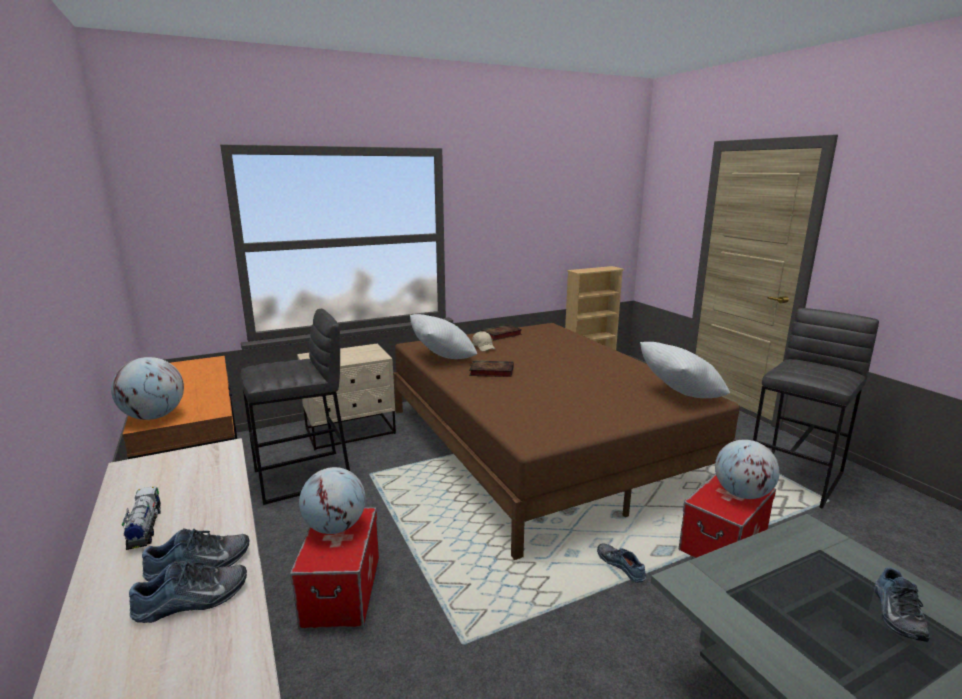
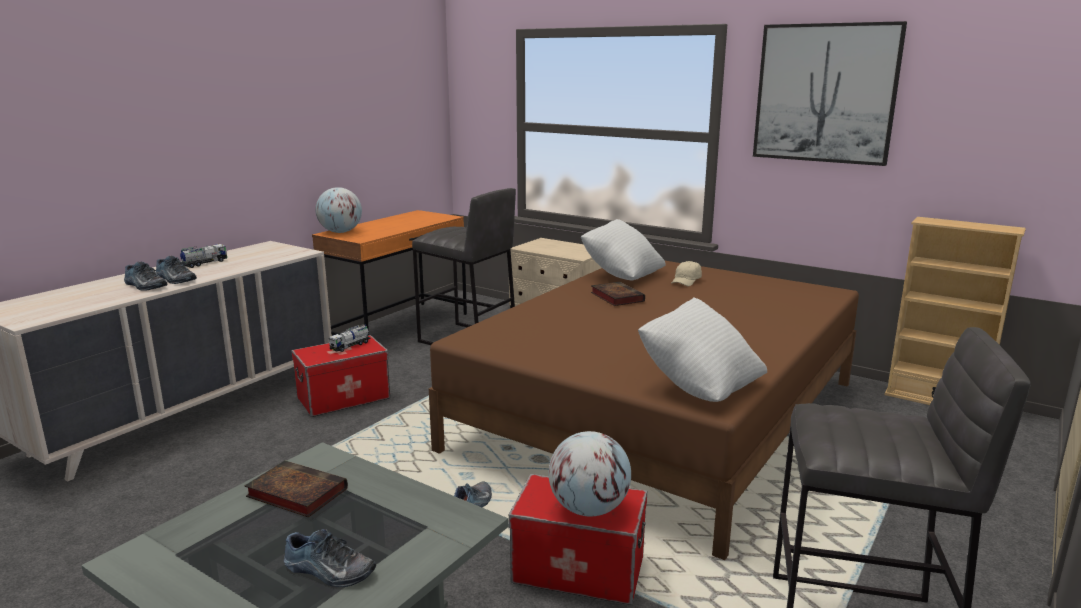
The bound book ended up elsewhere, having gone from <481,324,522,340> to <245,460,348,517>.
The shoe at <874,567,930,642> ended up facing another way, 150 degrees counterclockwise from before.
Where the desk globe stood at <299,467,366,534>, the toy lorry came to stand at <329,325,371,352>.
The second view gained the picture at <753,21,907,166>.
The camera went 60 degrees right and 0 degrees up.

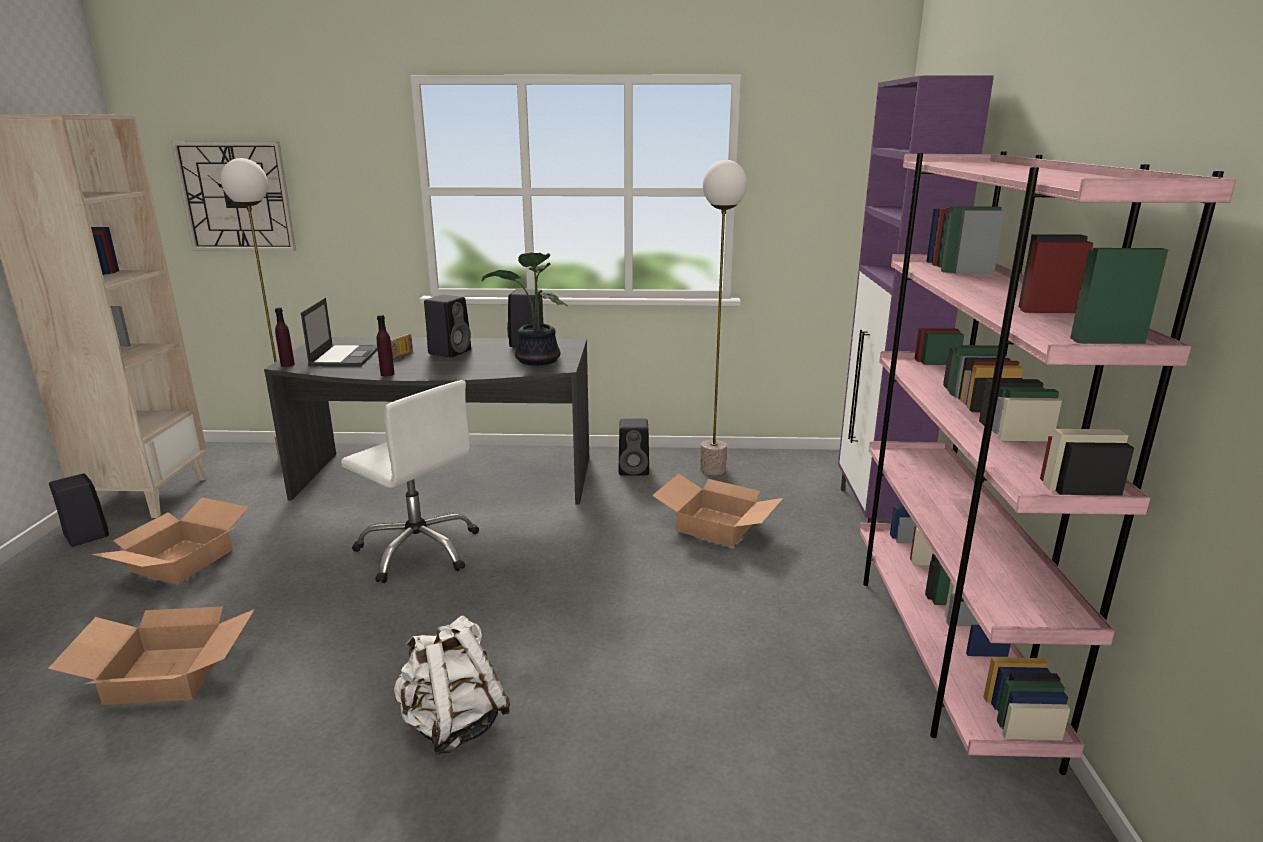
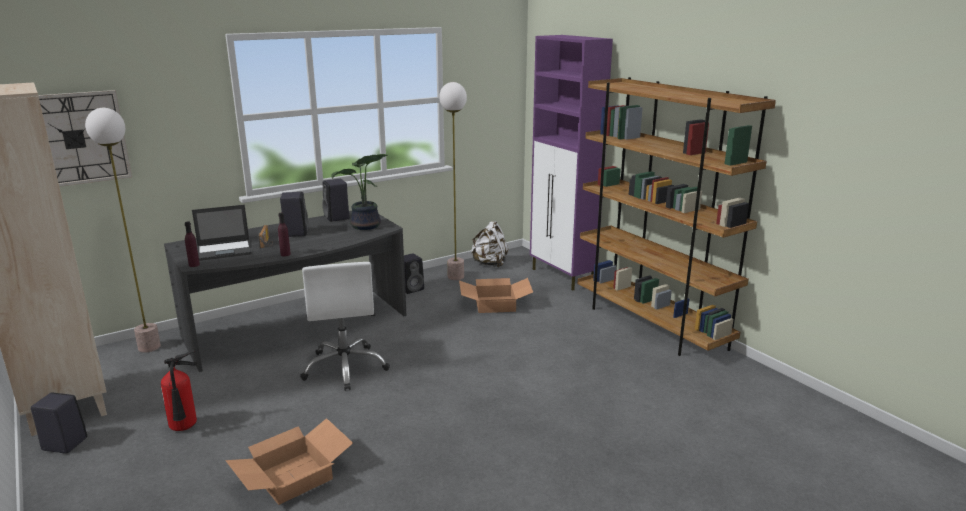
Where the cardboard box stood at <91,498,248,584>, the fire extinguisher came to stand at <161,350,197,431>.
The notebook computer at <301,298,378,366> ended up facing another way, 105 degrees clockwise from before.
The white desk chair at <341,380,479,583> ended up facing another way, 75 degrees clockwise from before.
The white rucksack ended up elsewhere, having gone from <394,616,510,755> to <471,221,508,267>.
What was the pink-coloured bookcase at <859,151,1236,775> turned into the brown-coloured bookcase at <578,77,776,356>.
The camera went 35 degrees left and 0 degrees up.

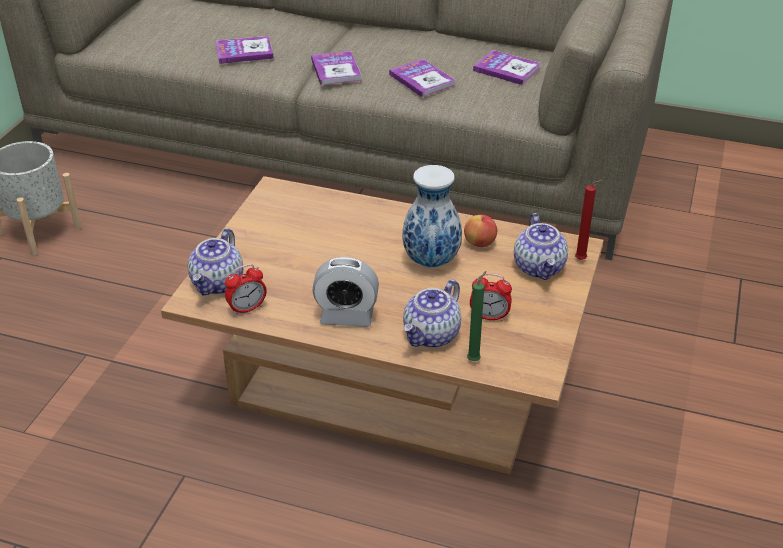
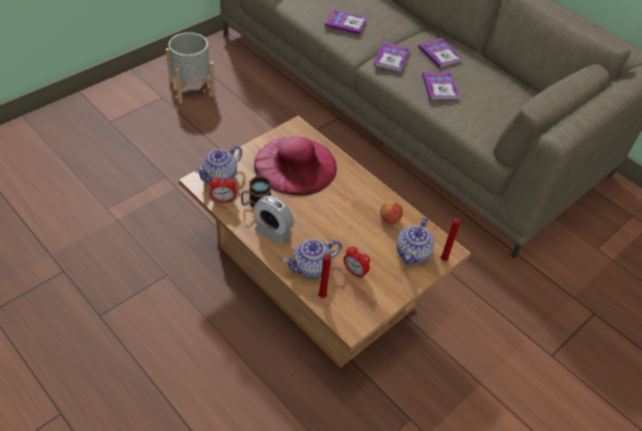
The second view gained the tea mug at <241,176,271,207>.
The second view gained the pink-coloured hat at <254,136,337,196>.
What was the greenish wax light at <467,271,487,361> turned into the reddish wax light at <318,250,336,298>.
The bound book ended up elsewhere, having gone from <473,50,541,85> to <418,38,463,69>.
The second view lost the decorative vase at <402,165,462,268>.
The camera went 25 degrees right and 10 degrees up.

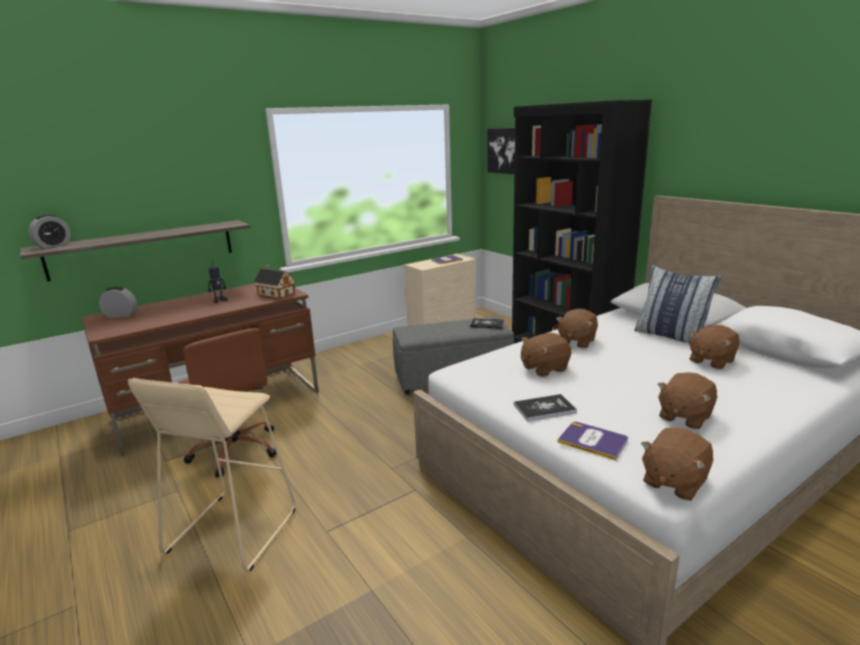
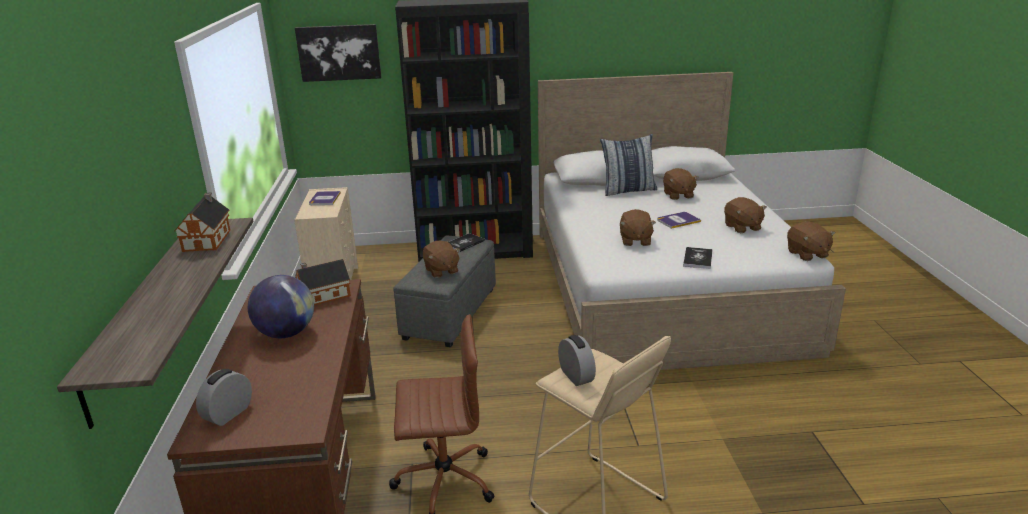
The second view gained the miniature house at <174,192,230,252>.
Where the toy robot stood at <208,261,228,303>, the desk globe came to stand at <248,275,314,338>.
The brown-coloured soft toy ended up elsewhere, having gone from <556,309,598,348> to <423,241,460,278>.
The alarm clock ended up elsewhere, having gone from <28,214,71,248> to <558,335,596,386>.
The bound book ended up elsewhere, having gone from <557,422,628,460> to <657,212,701,229>.
The camera went 60 degrees left and 5 degrees up.

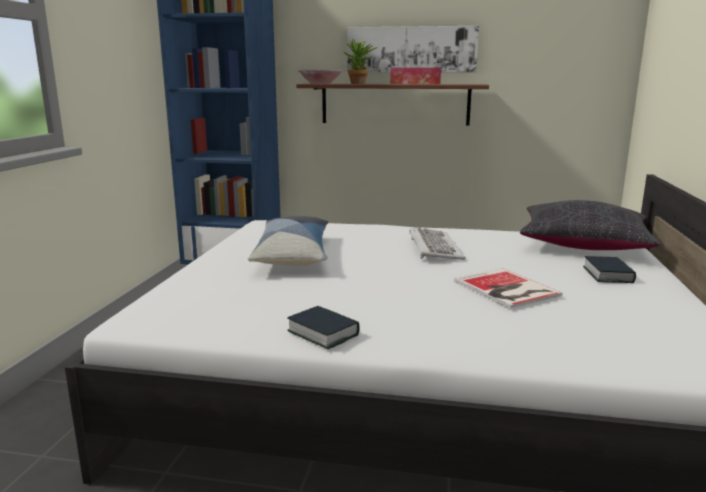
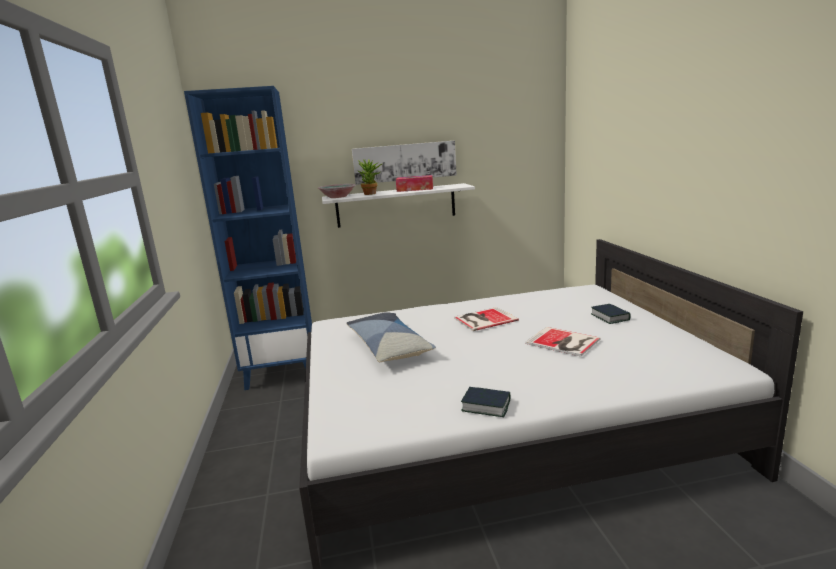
What was the brown-coloured wall shelf at <296,84,489,126> turned into the white wall shelf at <322,183,475,228>.
Where the computer keyboard stood at <409,228,465,260>, the bound book came to stand at <454,307,519,331>.
The second view lost the blackish pillow at <520,200,661,250>.
The camera went 20 degrees left and 0 degrees up.

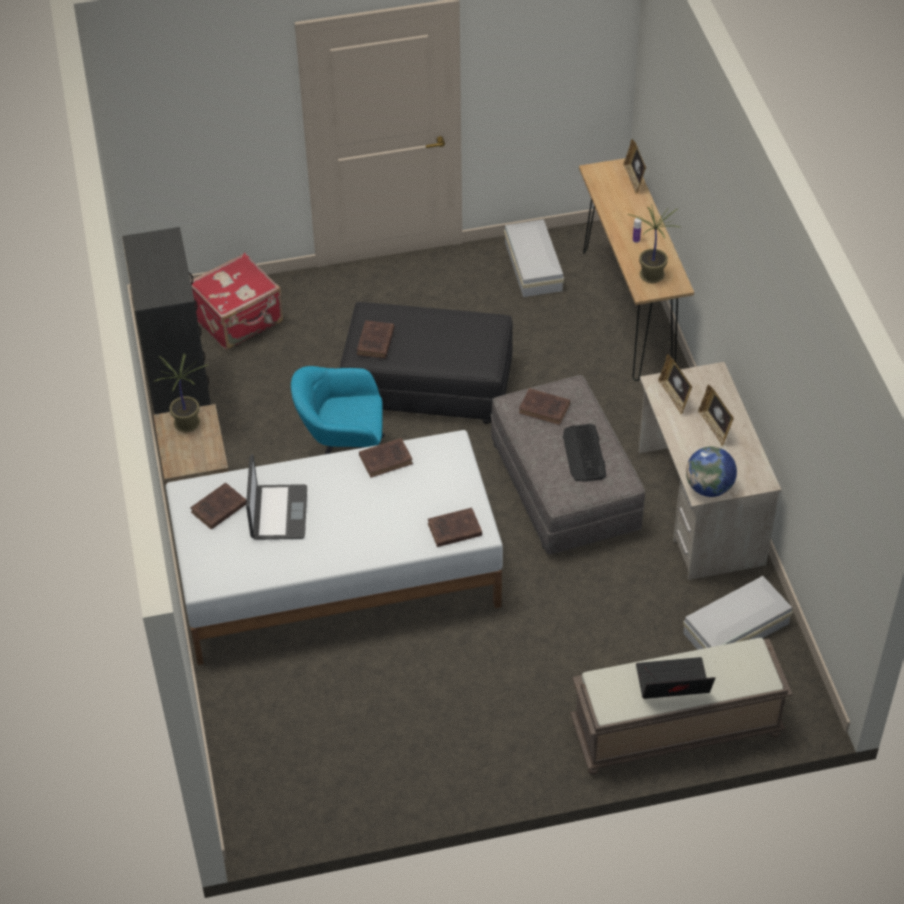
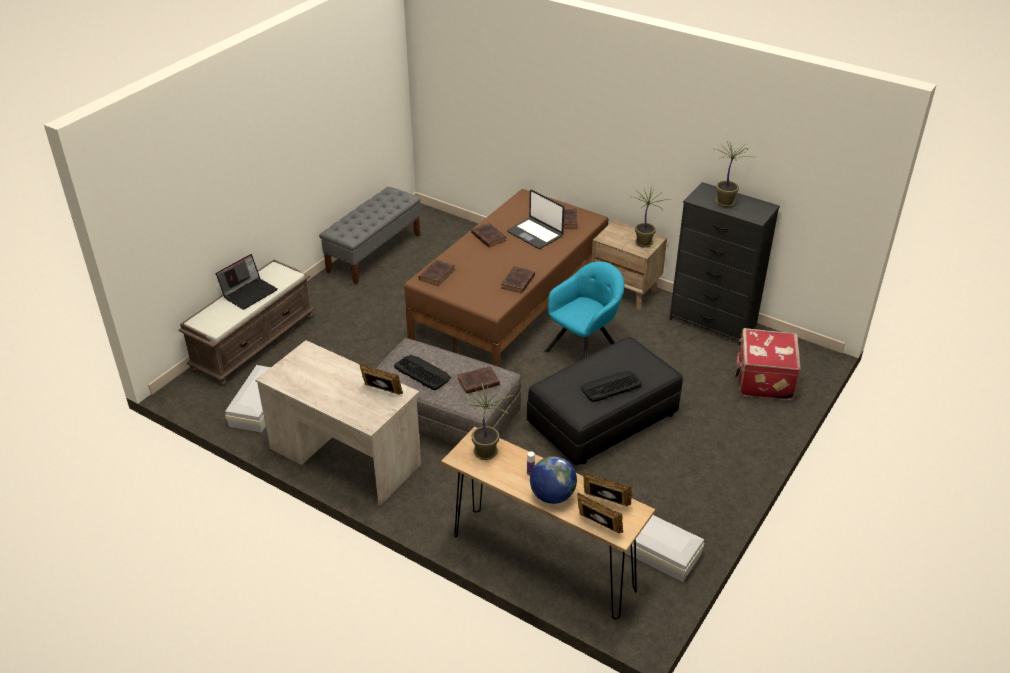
The second view gained the gray long seat at <319,187,420,285>.
What was the white bed at <166,430,503,665> turned into the brown-coloured bed at <404,189,608,367>.
The brown-coloured bound book ended up elsewhere, having gone from <357,321,395,358> to <471,223,507,247>.
The desk globe ended up elsewhere, having gone from <686,446,737,497> to <530,456,577,504>.
The second view gained the computer keyboard at <581,371,642,402>.
The photo frame ended up elsewhere, having gone from <698,384,734,446> to <584,472,632,506>.
The second view gained the plant in a pot at <715,141,757,207>.
The camera went 135 degrees right and 10 degrees down.

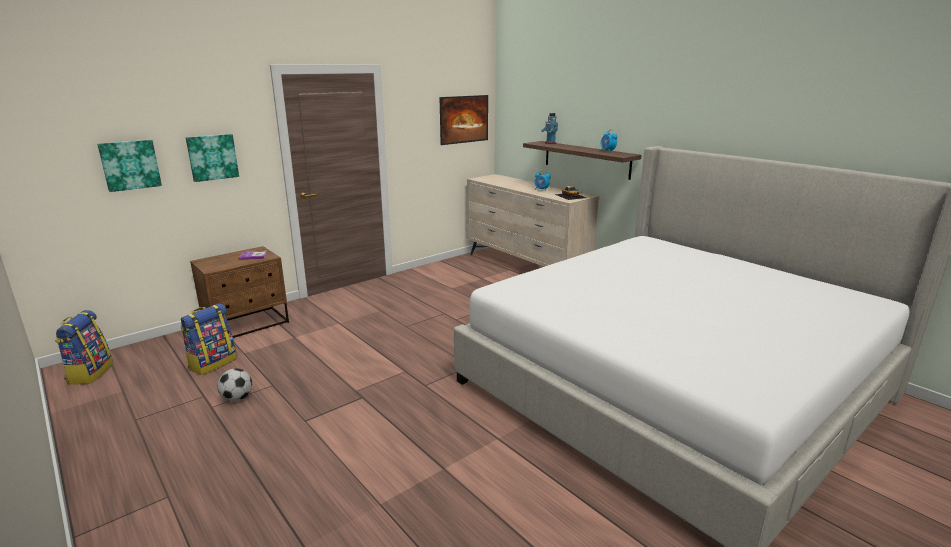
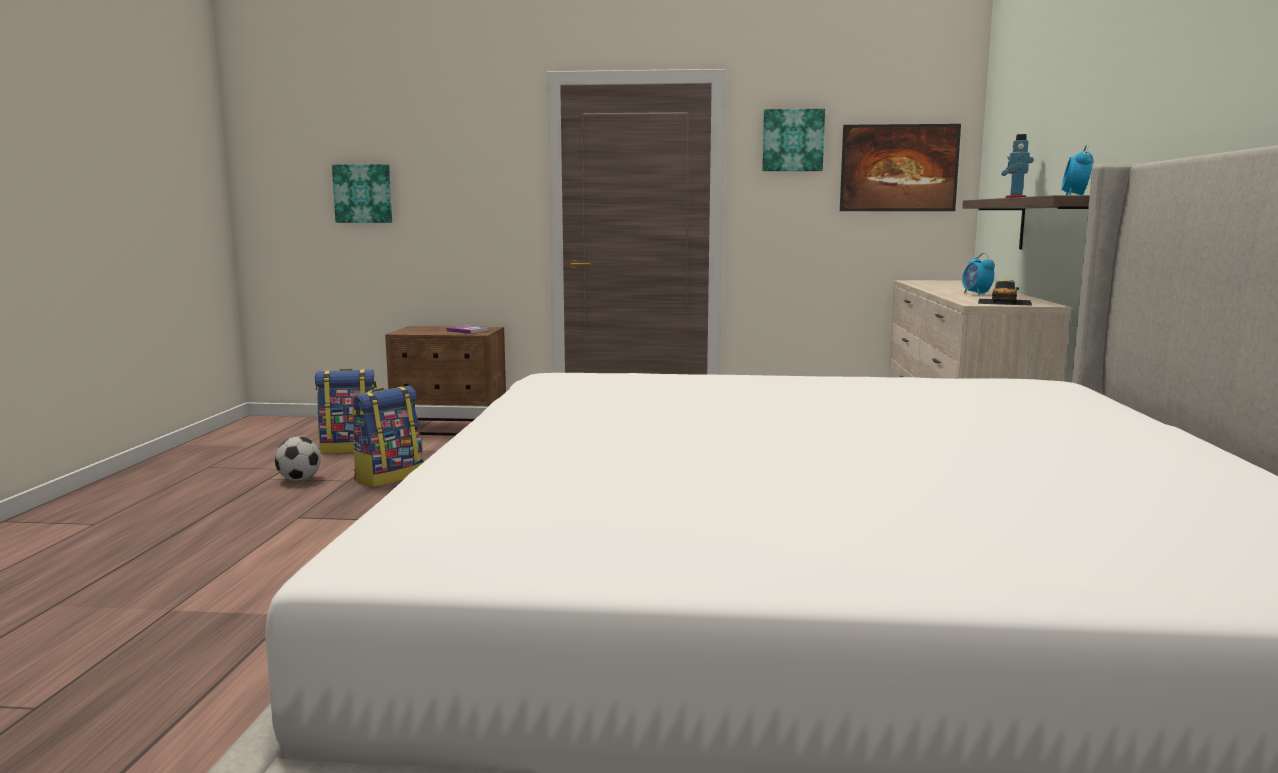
The rucksack ended up elsewhere, having gone from <55,310,113,385> to <351,386,423,487>.
The picture ended up elsewhere, having gone from <186,134,239,182> to <762,109,825,171>.
The camera went 45 degrees right and 10 degrees down.

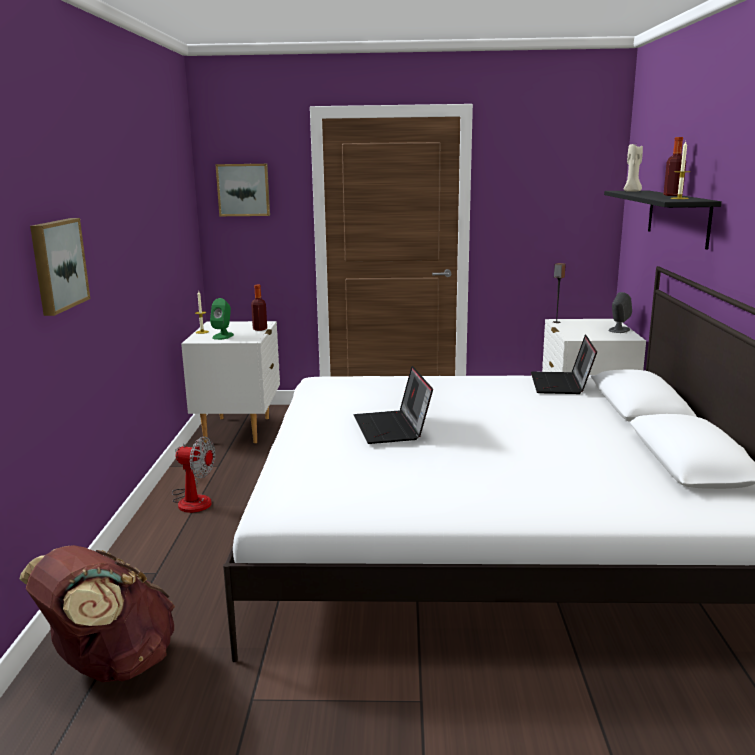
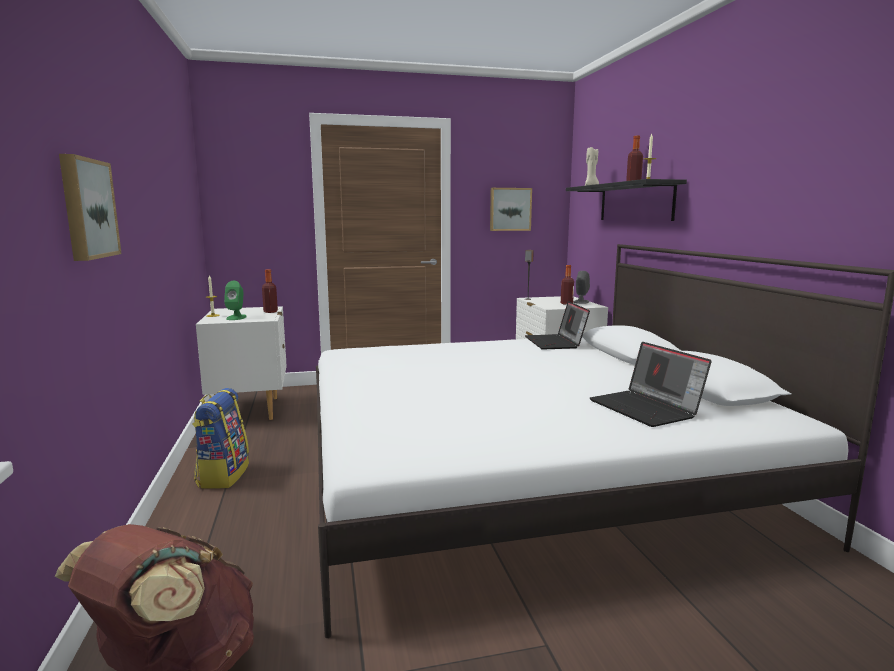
Where the fan stood at <172,437,215,513>, the rucksack came to stand at <193,388,249,489>.
The picture ended up elsewhere, having gone from <216,164,270,216> to <490,188,532,231>.
The second view gained the drink bottle at <561,265,574,305>.
The notebook computer ended up elsewhere, having gone from <354,366,433,444> to <590,342,712,427>.
The camera went 15 degrees left and 5 degrees down.

